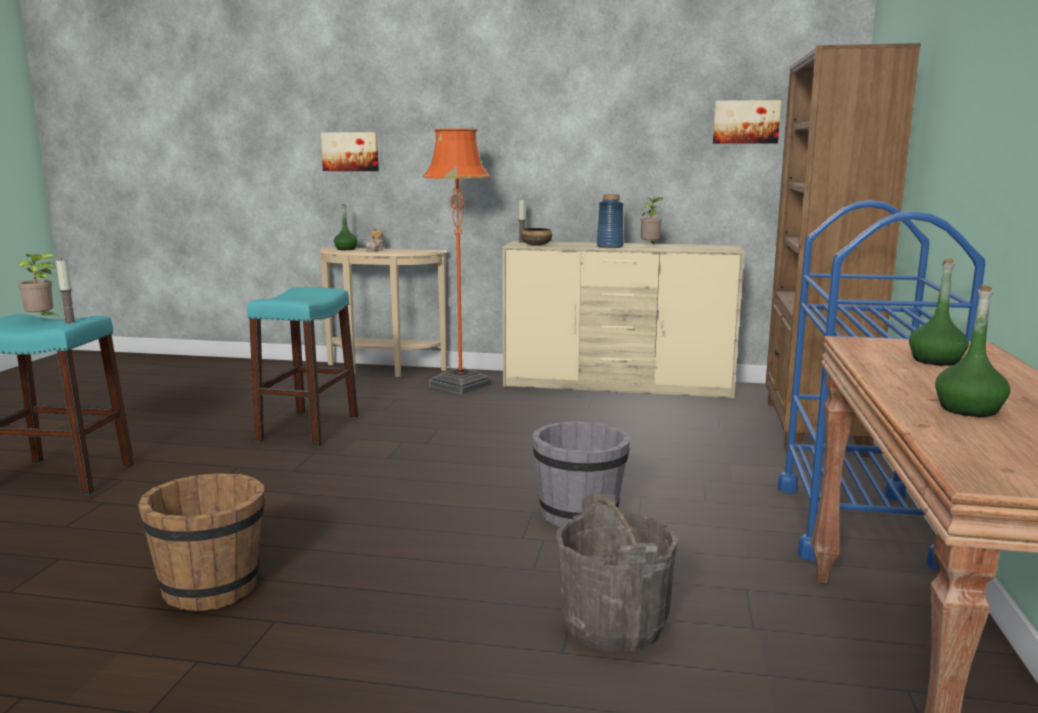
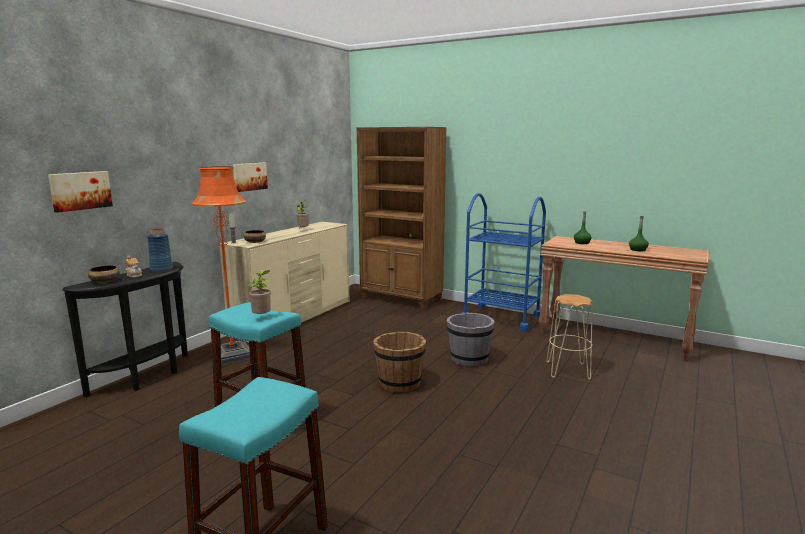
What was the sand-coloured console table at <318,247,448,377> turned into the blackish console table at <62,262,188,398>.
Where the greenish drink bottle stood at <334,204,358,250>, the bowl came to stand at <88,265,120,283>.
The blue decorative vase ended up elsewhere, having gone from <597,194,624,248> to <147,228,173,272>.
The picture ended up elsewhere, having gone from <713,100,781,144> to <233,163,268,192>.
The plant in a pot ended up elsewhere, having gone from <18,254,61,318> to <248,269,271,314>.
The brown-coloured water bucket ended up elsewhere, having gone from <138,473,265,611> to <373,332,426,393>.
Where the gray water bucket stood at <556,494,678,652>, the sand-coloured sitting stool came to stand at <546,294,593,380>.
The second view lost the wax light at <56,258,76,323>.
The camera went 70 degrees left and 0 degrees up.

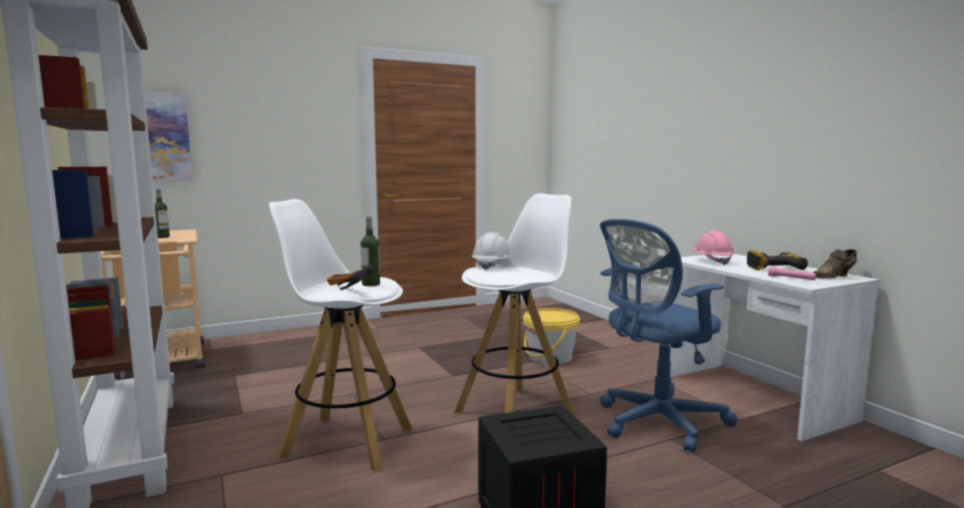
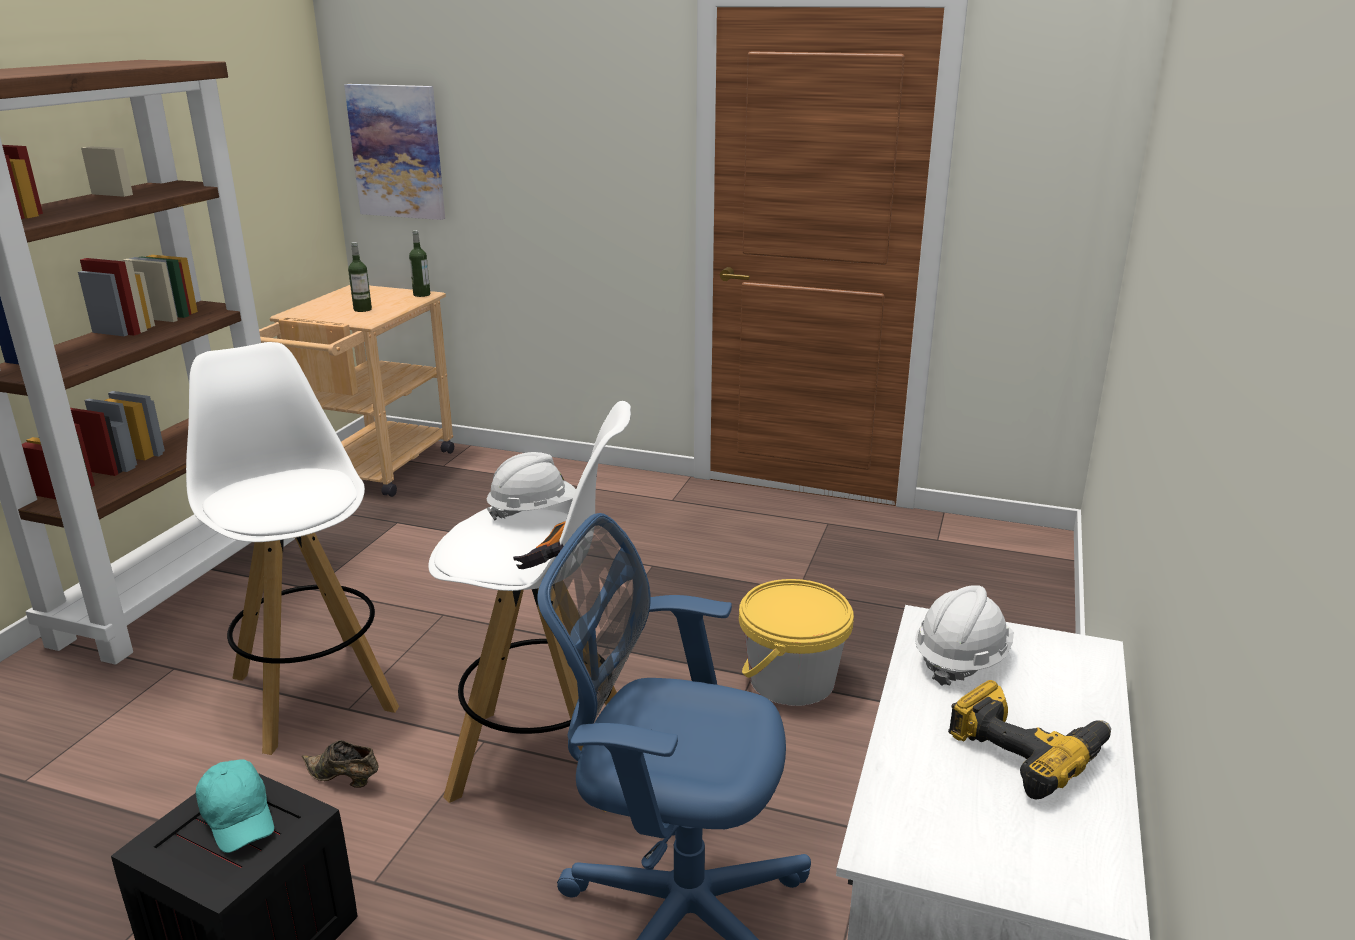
The second view gained the turquoise-coloured cap at <196,759,274,853>.
The brown-coloured shoe ended up elsewhere, having gone from <813,249,857,279> to <302,740,379,788>.
The drink bottle ended up elsewhere, having gone from <361,216,380,286> to <409,230,430,297>.
The hammer ended up elsewhere, having gone from <327,265,374,290> to <513,521,566,569>.
What was the pink-coloured safety helmet at <692,230,734,265> turned into the white safety helmet at <915,585,1014,686>.
The second view lost the pink-coloured flashlight at <768,266,816,280>.
The camera went 45 degrees right and 15 degrees up.

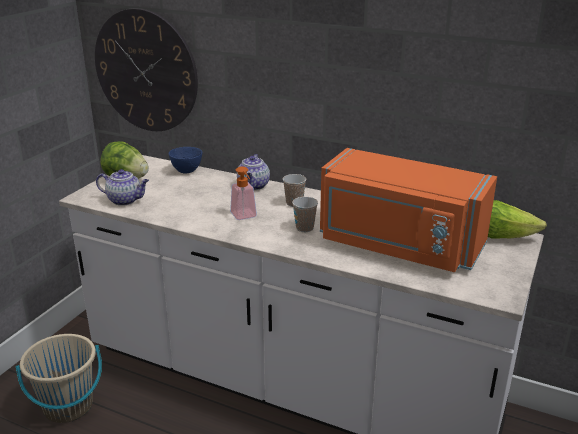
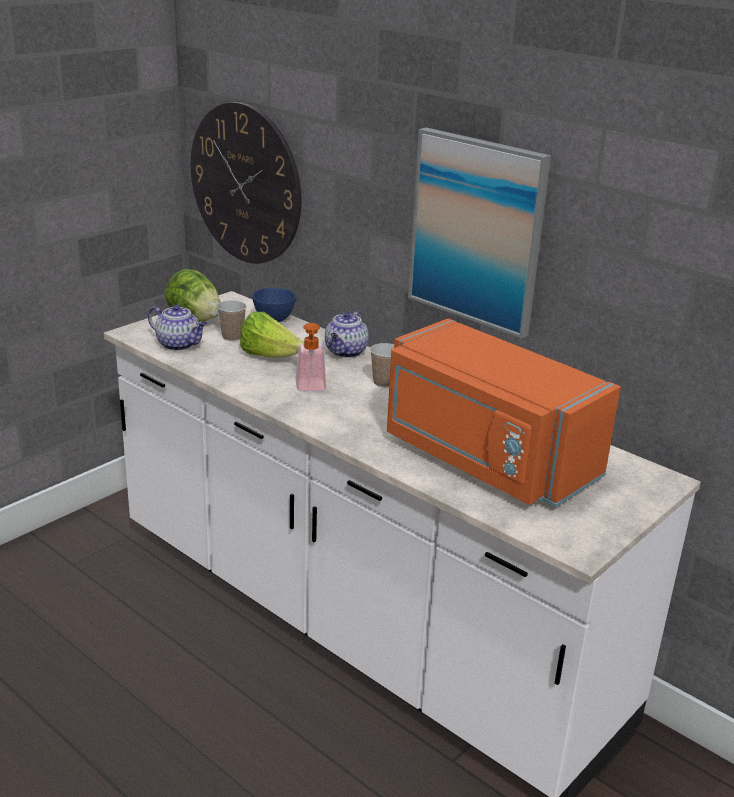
The drinking cup ended up elsewhere, having gone from <292,197,318,232> to <217,300,247,341>.
The head of lettuce ended up elsewhere, having gone from <488,200,547,239> to <240,312,304,358>.
The second view gained the picture at <408,128,551,338>.
The second view lost the sand-coloured water bucket at <16,334,102,423>.
The camera went 15 degrees right and 0 degrees up.

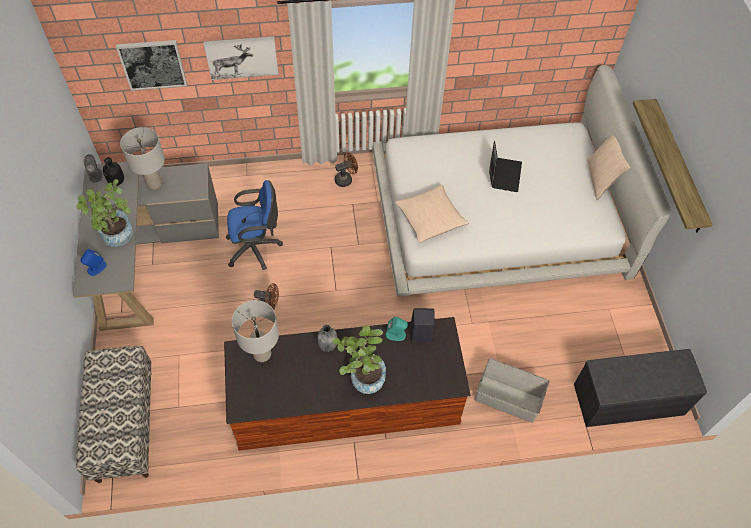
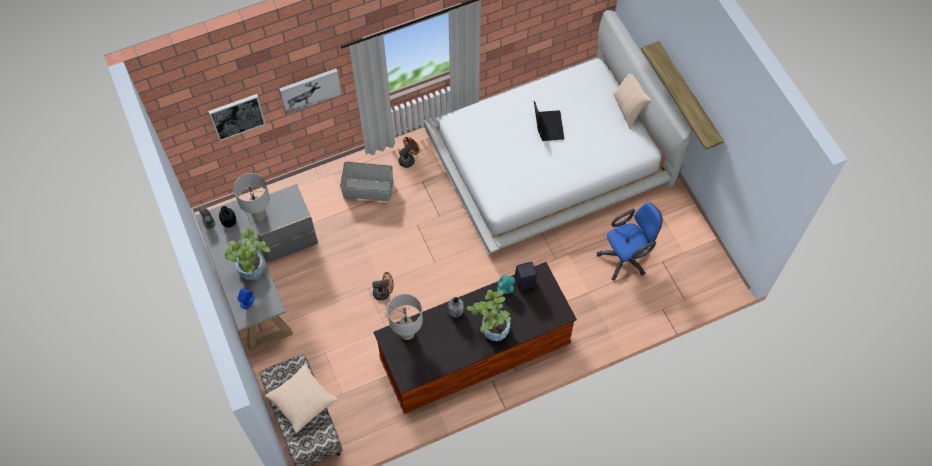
The sand-coloured pillow ended up elsewhere, having gone from <395,185,469,243> to <265,364,338,433>.
The gray storage container ended up elsewhere, having gone from <475,358,549,423> to <340,162,393,202>.
The blue desk chair ended up elsewhere, having gone from <225,180,283,270> to <597,203,663,281>.
The second view lost the gray long seat at <574,349,707,427>.
The camera went 15 degrees left and 5 degrees up.

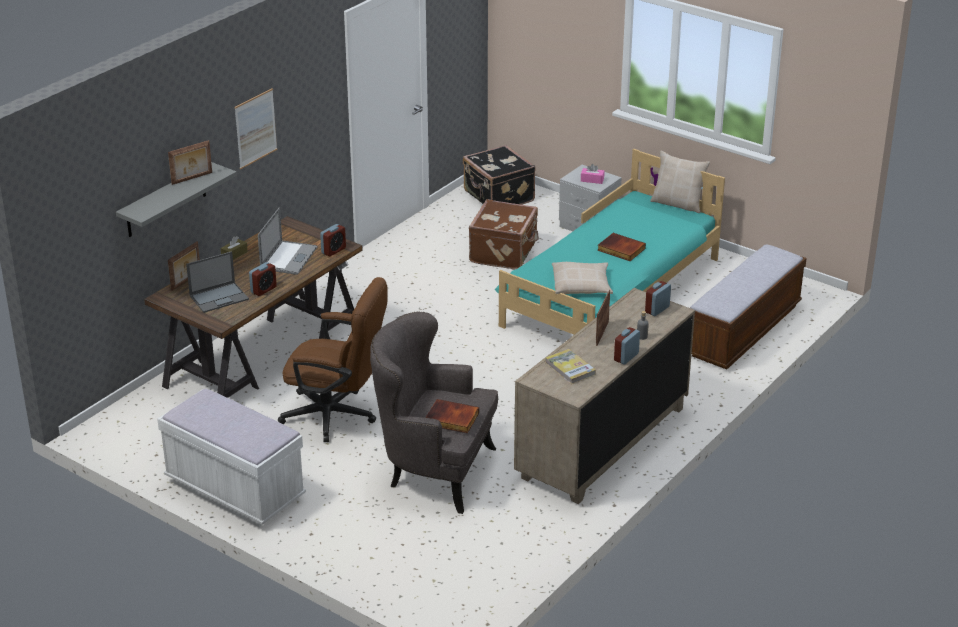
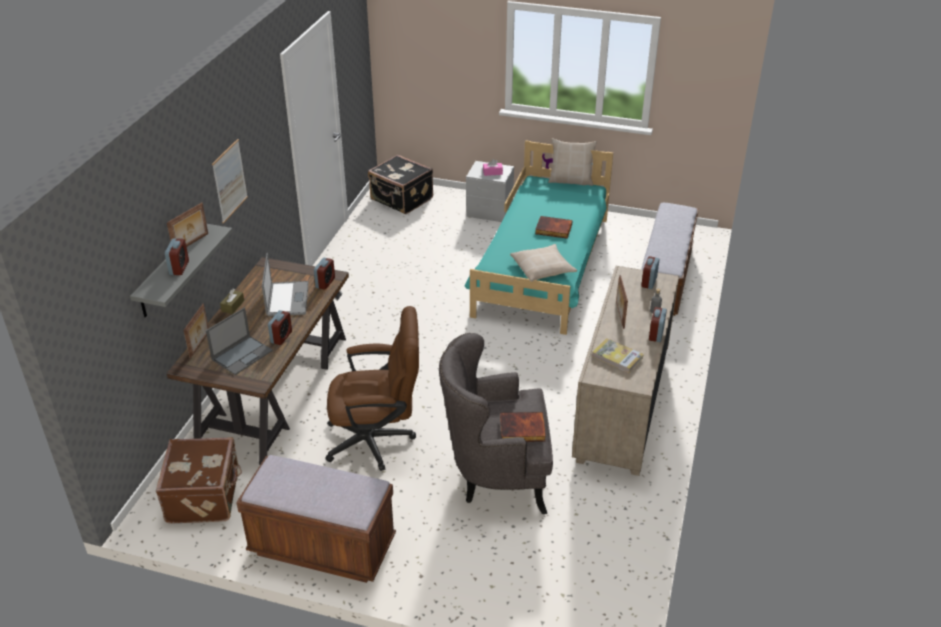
The brown-coloured suitcase ended up elsewhere, having gone from <469,199,539,269> to <156,437,242,524>.
The second view gained the alarm clock at <165,239,189,275>.
What was the white long seat at <157,389,306,527> turned into the brown-coloured long seat at <236,455,396,583>.
The camera went 20 degrees left and 5 degrees up.

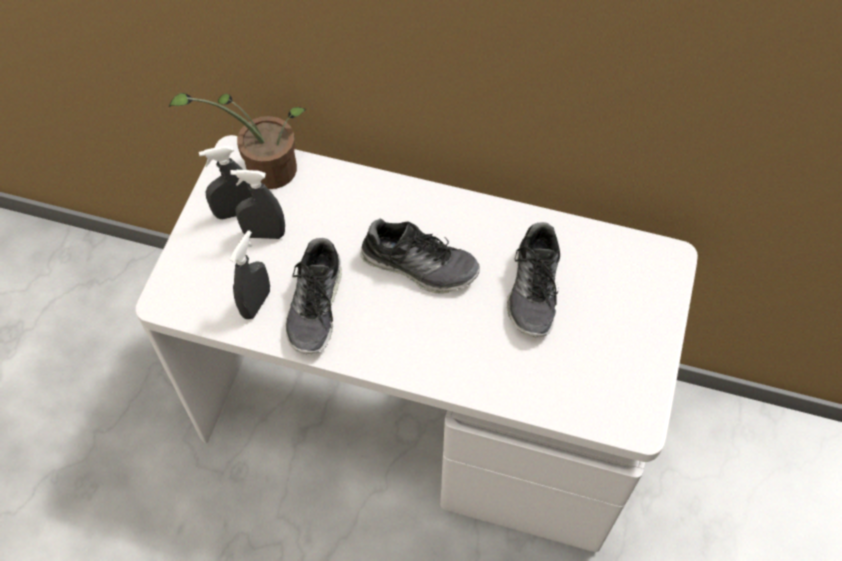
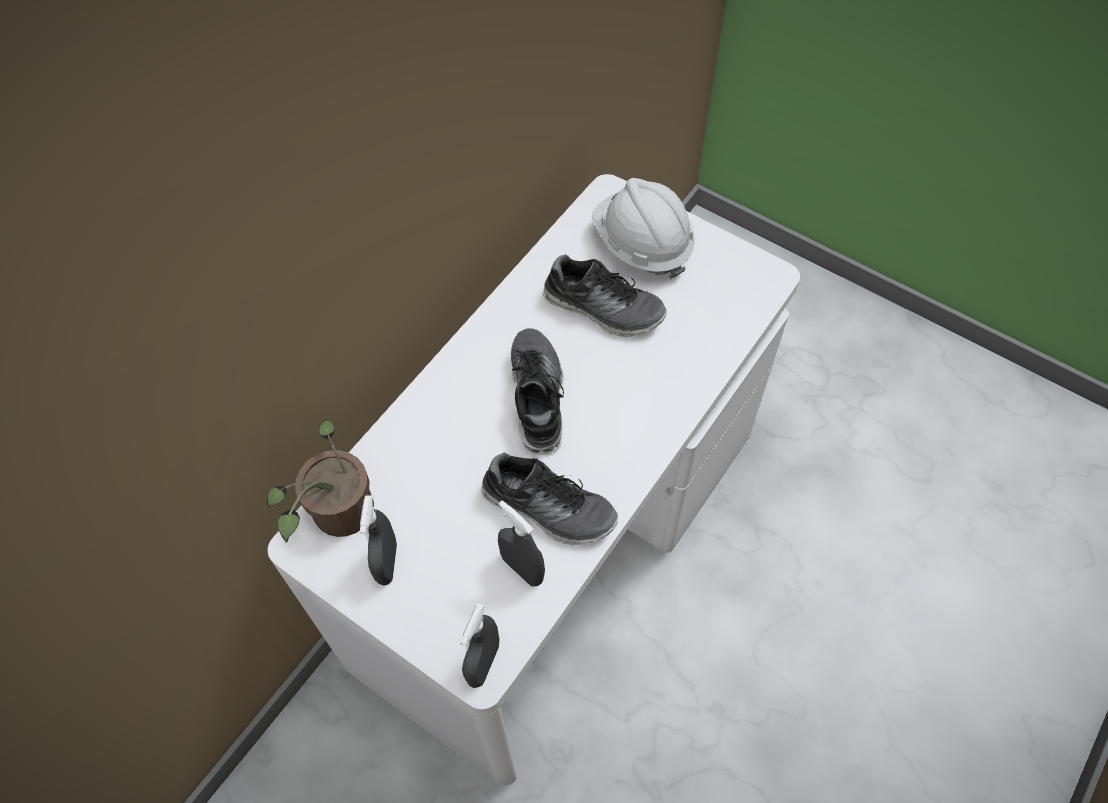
The gray spray bottle ended up elsewhere, having gone from <230,170,285,239> to <460,603,499,688>.
The shoe at <360,219,480,294> ended up facing another way, 45 degrees counterclockwise from before.
The second view gained the white safety helmet at <592,178,695,279>.
The camera went 70 degrees left and 0 degrees up.

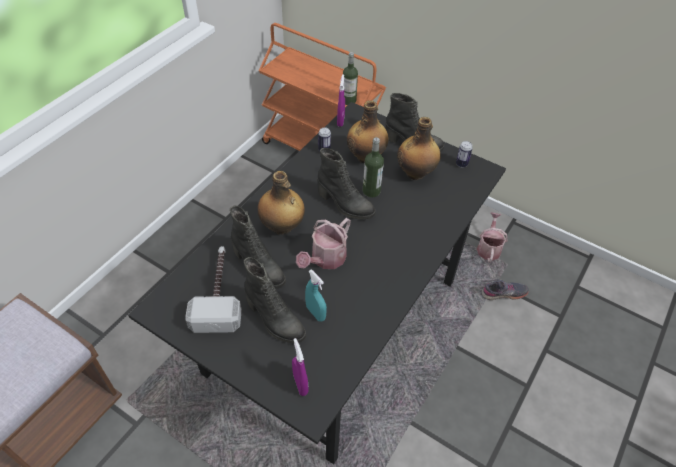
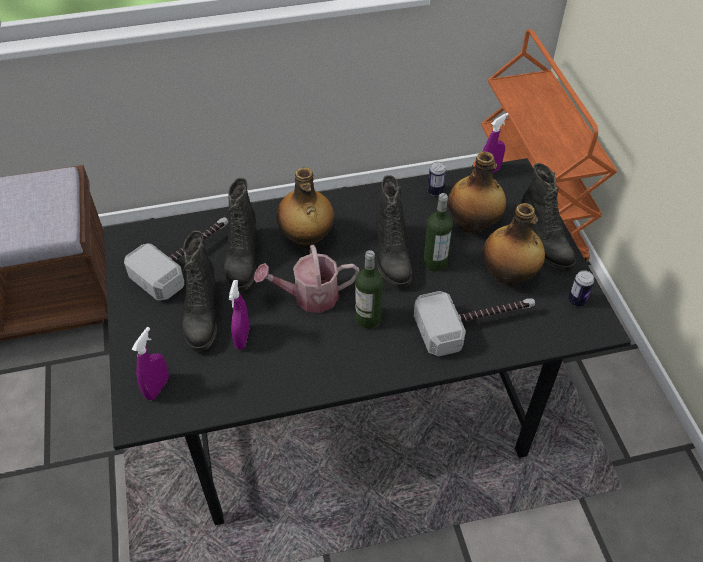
What was the turquoise-coloured spray bottle at <305,269,327,322> turned into the purplish spray bottle at <229,280,249,350>.
The drink bottle ended up elsewhere, having gone from <343,52,358,105> to <355,250,383,329>.
The second view gained the hammer at <414,291,535,356>.
The second view lost the sprinkling can at <477,213,508,263>.
The second view lost the gray shoe at <481,279,529,300>.
The camera went 45 degrees right and 0 degrees up.

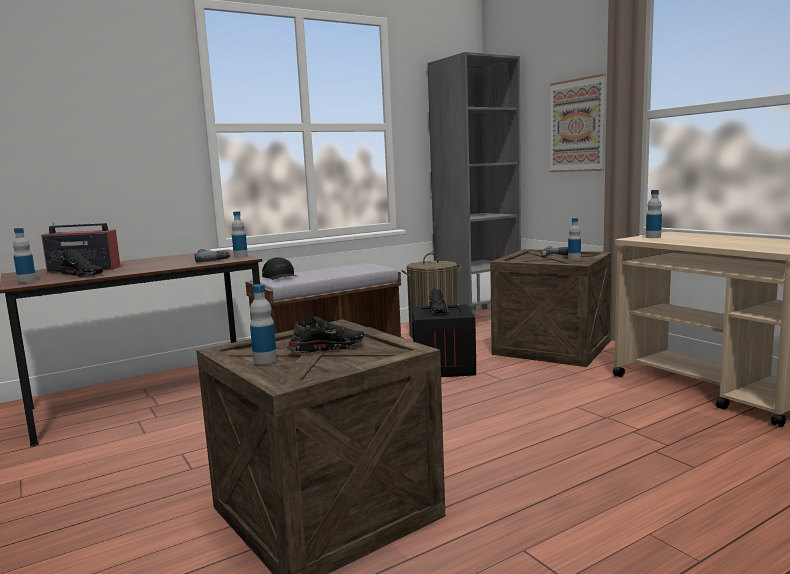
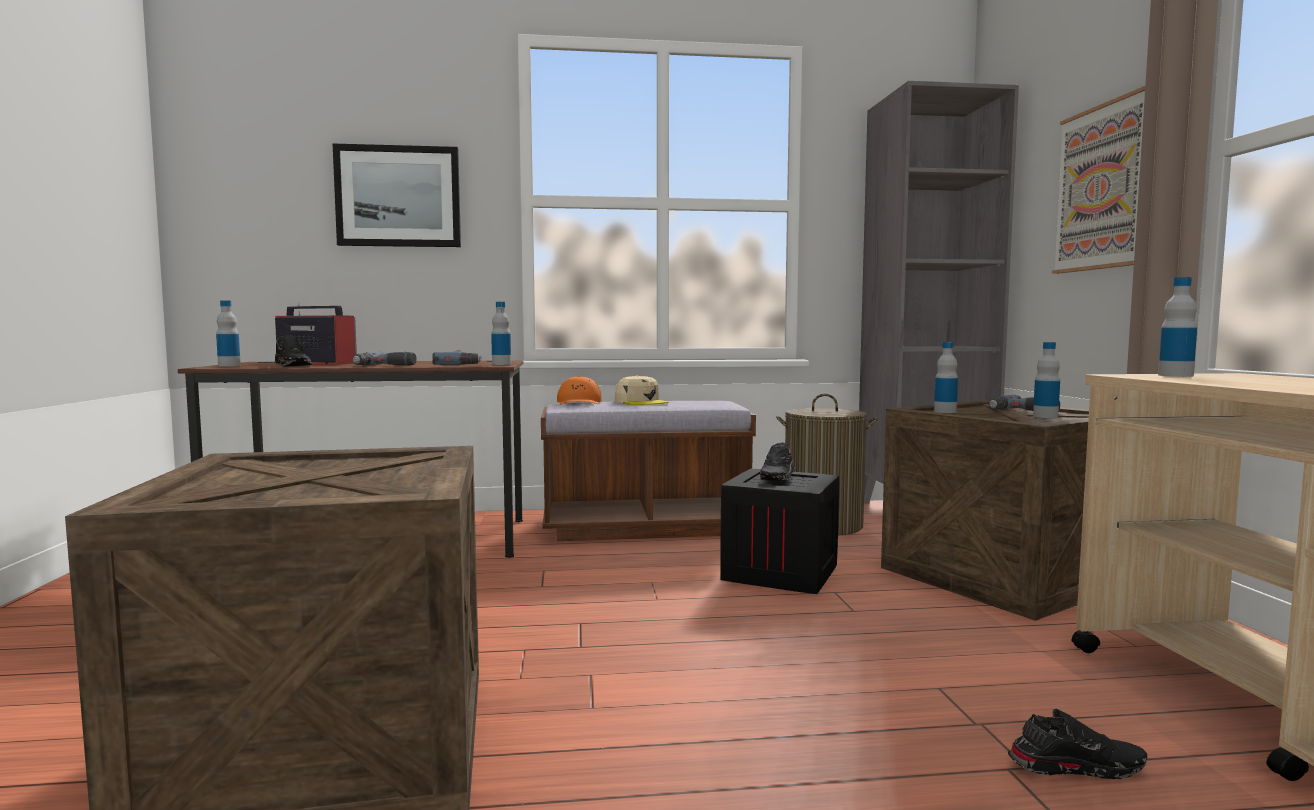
The second view gained the picture at <333,144,461,247>.
The second view gained the power drill at <352,352,417,366>.
What was the blackish cap at <262,257,296,280> turned into the orange cap at <557,376,602,405>.
The second view gained the sand-coloured cap at <615,375,669,405>.
The drink bottle ended up elsewhere, having gone from <250,284,277,364> to <934,342,958,413>.
The blackish shoe ended up elsewhere, having gone from <287,316,364,353> to <1008,709,1147,779>.
The camera went 25 degrees right and 5 degrees down.

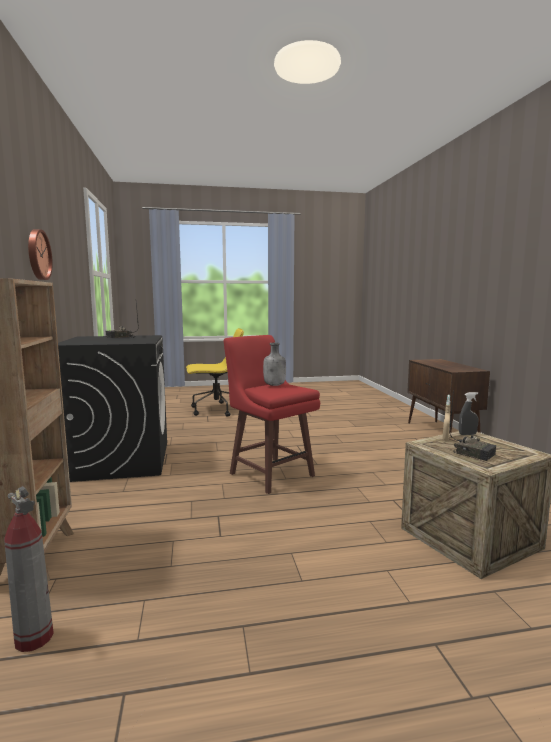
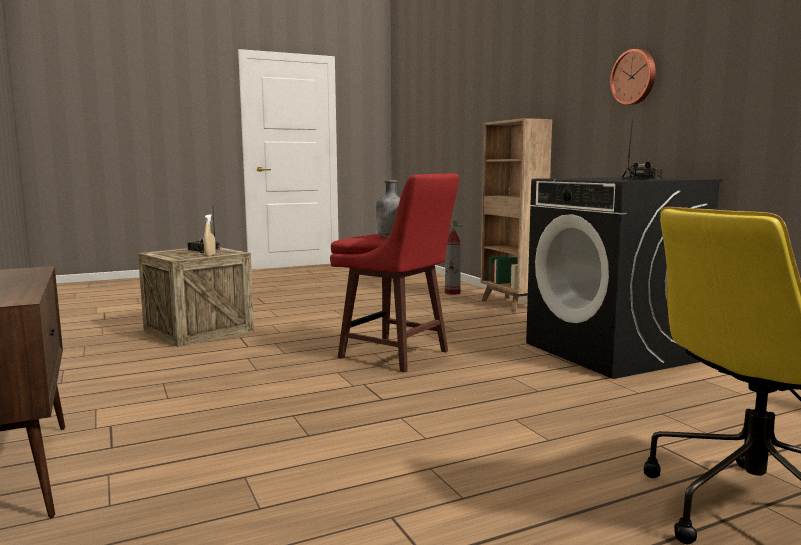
The second view lost the gray spray bottle at <459,392,479,435>.
The camera went 165 degrees right and 0 degrees up.

